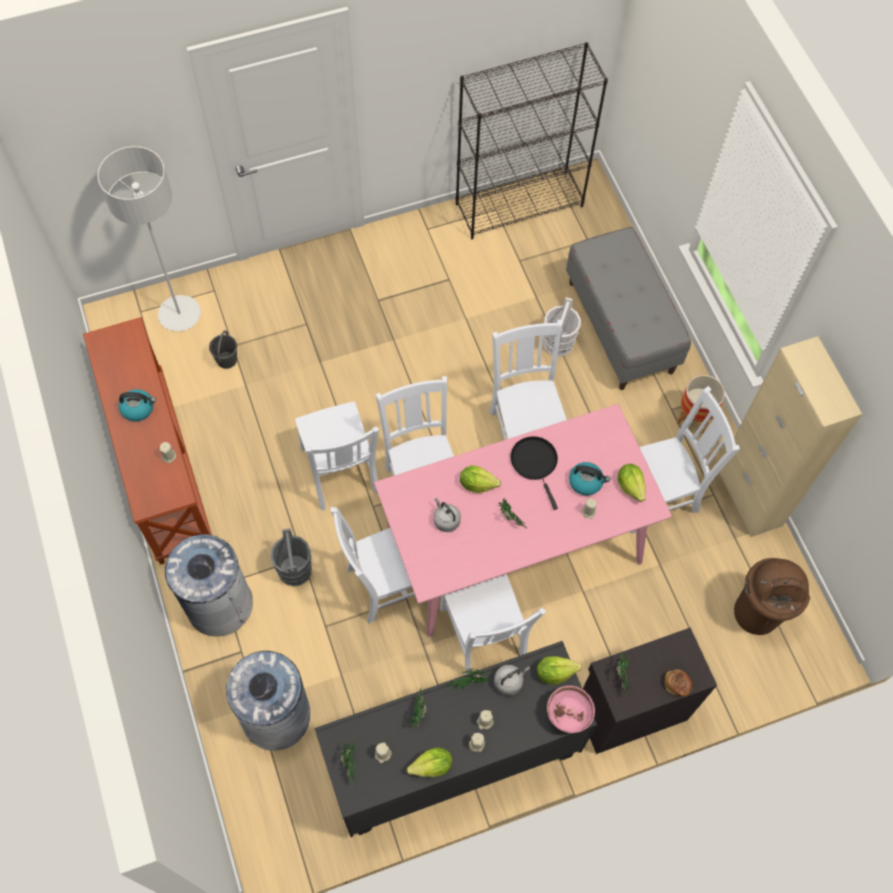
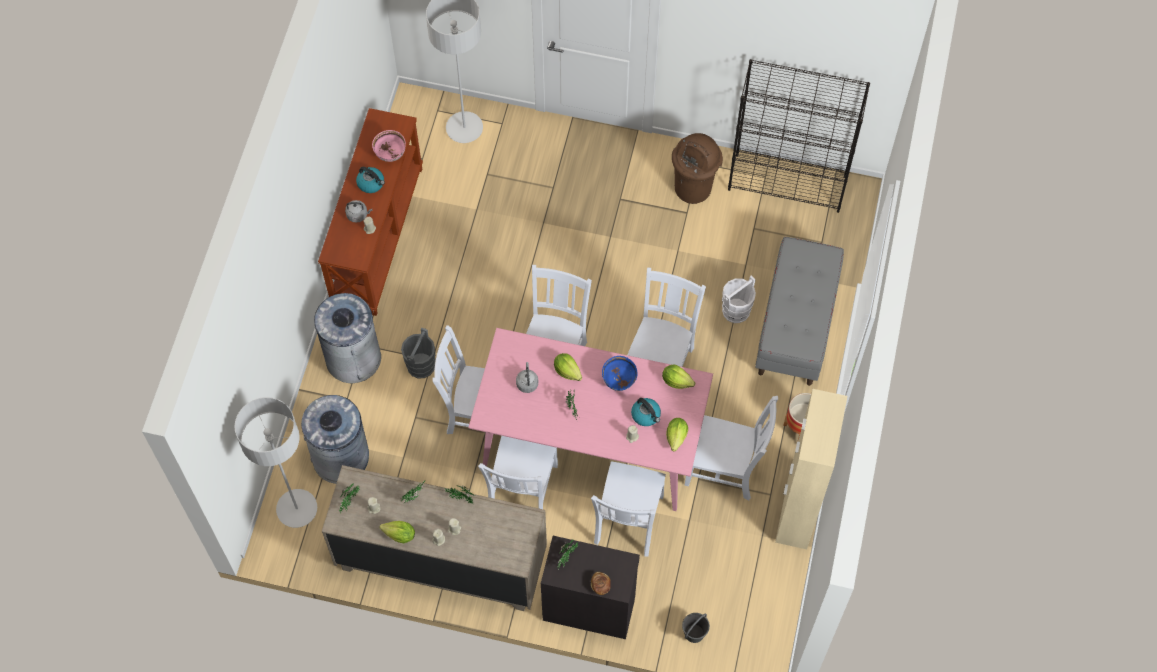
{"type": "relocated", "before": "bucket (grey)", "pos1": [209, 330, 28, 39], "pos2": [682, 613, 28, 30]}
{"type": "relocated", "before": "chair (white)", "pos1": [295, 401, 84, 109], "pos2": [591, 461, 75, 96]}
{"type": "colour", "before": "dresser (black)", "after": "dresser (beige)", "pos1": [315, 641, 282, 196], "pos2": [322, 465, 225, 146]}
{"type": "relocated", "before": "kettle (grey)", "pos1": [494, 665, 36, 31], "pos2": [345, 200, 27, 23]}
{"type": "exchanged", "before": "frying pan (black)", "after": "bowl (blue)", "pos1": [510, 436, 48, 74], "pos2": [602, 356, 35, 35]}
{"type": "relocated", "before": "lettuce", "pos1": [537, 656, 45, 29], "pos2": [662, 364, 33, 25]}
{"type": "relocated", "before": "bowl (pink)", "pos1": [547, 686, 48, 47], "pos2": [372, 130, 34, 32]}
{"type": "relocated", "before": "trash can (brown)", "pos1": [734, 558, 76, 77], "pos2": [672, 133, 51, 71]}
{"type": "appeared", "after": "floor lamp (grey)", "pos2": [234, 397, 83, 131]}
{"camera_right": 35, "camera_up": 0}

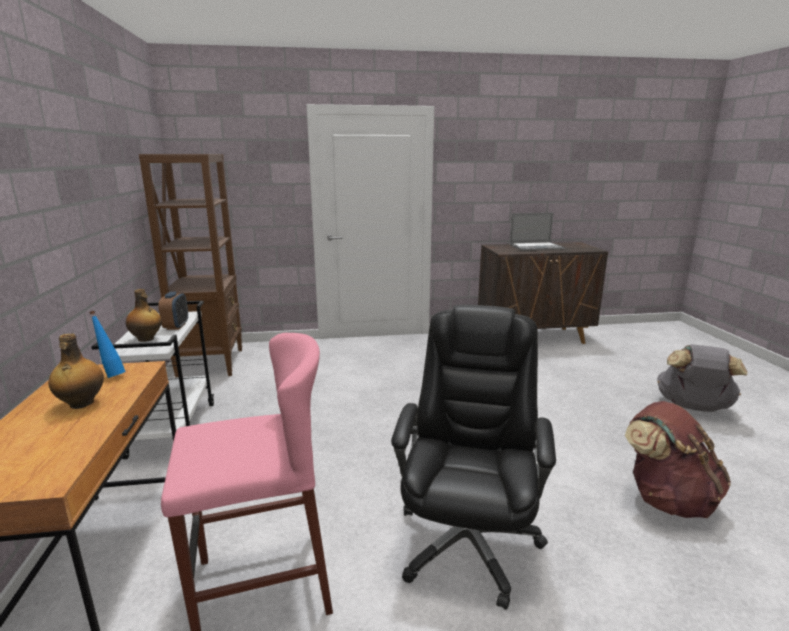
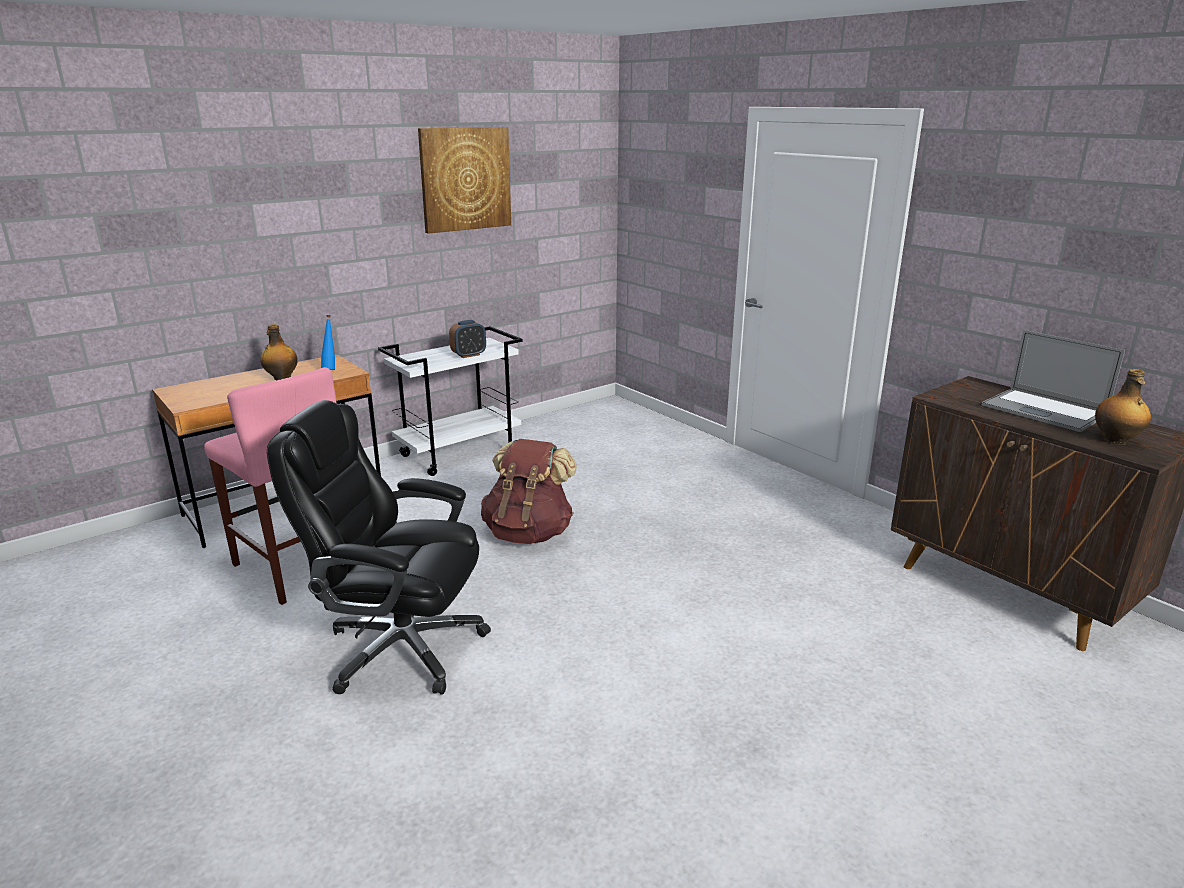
{"type": "relocated", "before": "bottle", "pos1": [126, 289, 36, 53], "pos2": [1095, 369, 56, 76]}
{"type": "missing", "before": "bookcase (brown)", "pos1": [139, 154, 103, 223]}
{"type": "spun", "before": "office chair (black)", "pos1": [391, 304, 165, 306], "pos2": [267, 400, 224, 295], "turn": -150}
{"type": "relocated", "before": "backpack (brown)", "pos1": [625, 401, 106, 117], "pos2": [481, 439, 96, 105]}
{"type": "missing", "before": "backpack (grey)", "pos1": [657, 344, 90, 68]}
{"type": "appeared", "after": "picture", "pos2": [418, 127, 93, 107]}
{"camera_right": 60, "camera_up": 5}

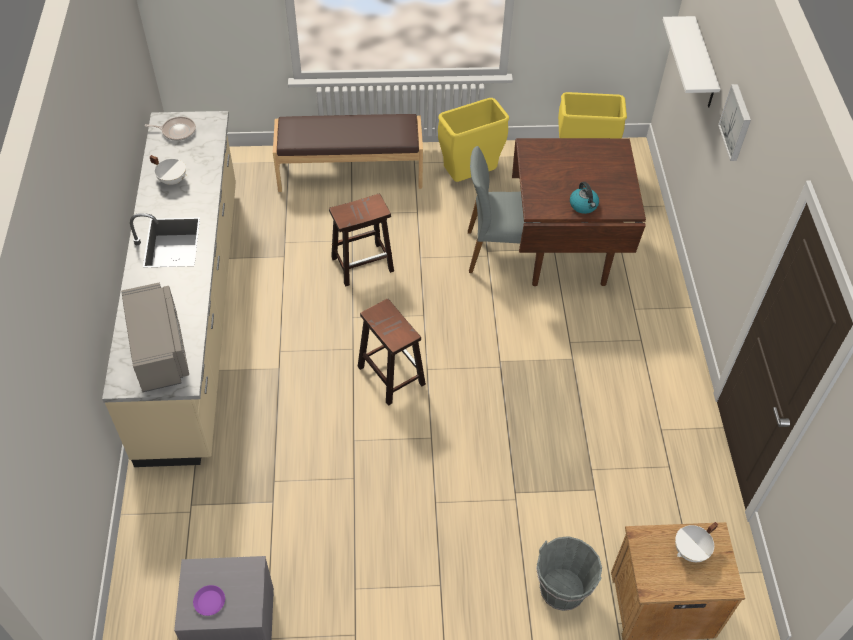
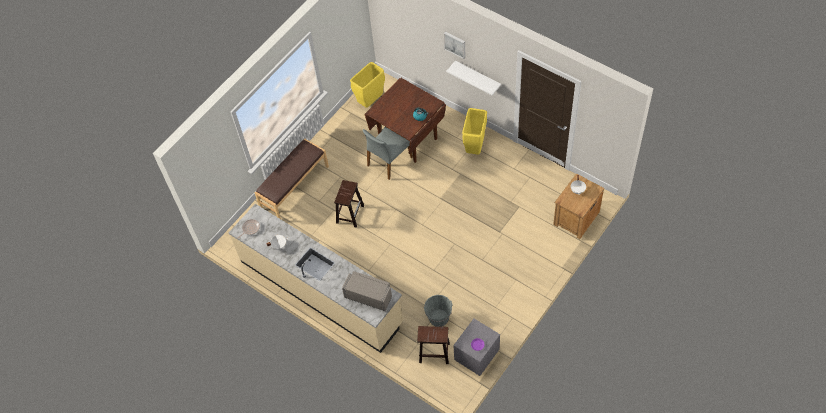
{"type": "relocated", "before": "stool (brown)", "pos1": [358, 299, 68, 107], "pos2": [417, 326, 33, 38]}
{"type": "relocated", "before": "trash can (yellow)", "pos1": [438, 98, 71, 84], "pos2": [462, 108, 25, 47]}
{"type": "relocated", "before": "bucket (grey)", "pos1": [536, 536, 66, 75], "pos2": [424, 295, 29, 32]}
{"type": "relocated", "before": "shelf (white)", "pos1": [663, 16, 57, 91], "pos2": [446, 61, 55, 34]}
{"camera_right": -45, "camera_up": 5}

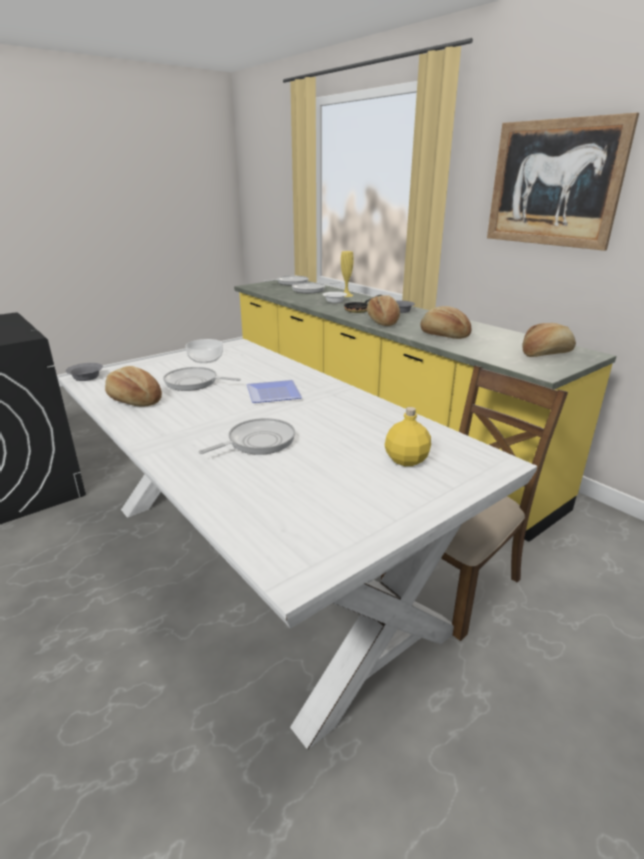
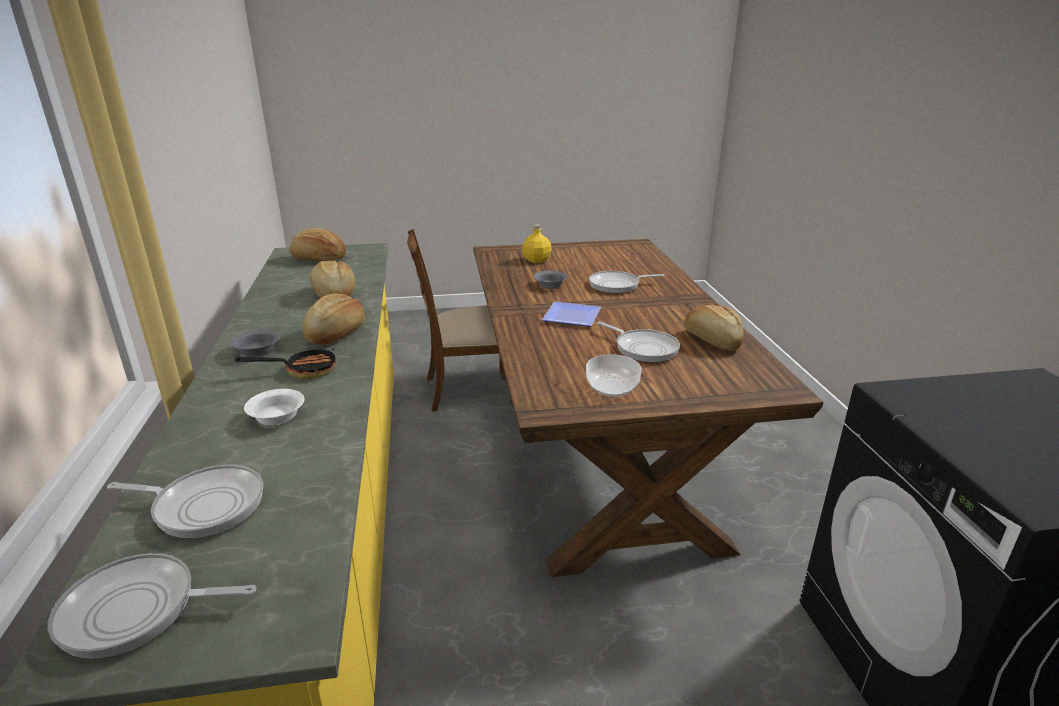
{"type": "colour", "before": "dining table (white)", "after": "dining table (brown)", "pos1": [58, 339, 479, 410], "pos2": [473, 239, 351, 338]}
{"type": "relocated", "before": "bowl (grey)", "pos1": [66, 363, 37, 18], "pos2": [534, 271, 34, 18]}
{"type": "missing", "before": "vase (yellow)", "pos1": [341, 251, 13, 46]}
{"type": "missing", "before": "picture", "pos1": [487, 113, 152, 138]}
{"camera_right": -150, "camera_up": 0}

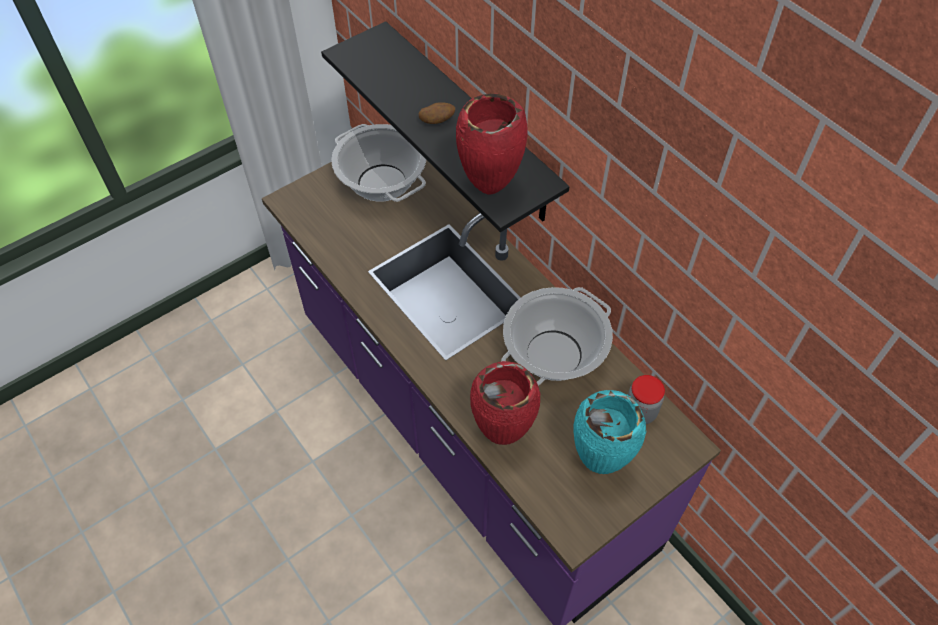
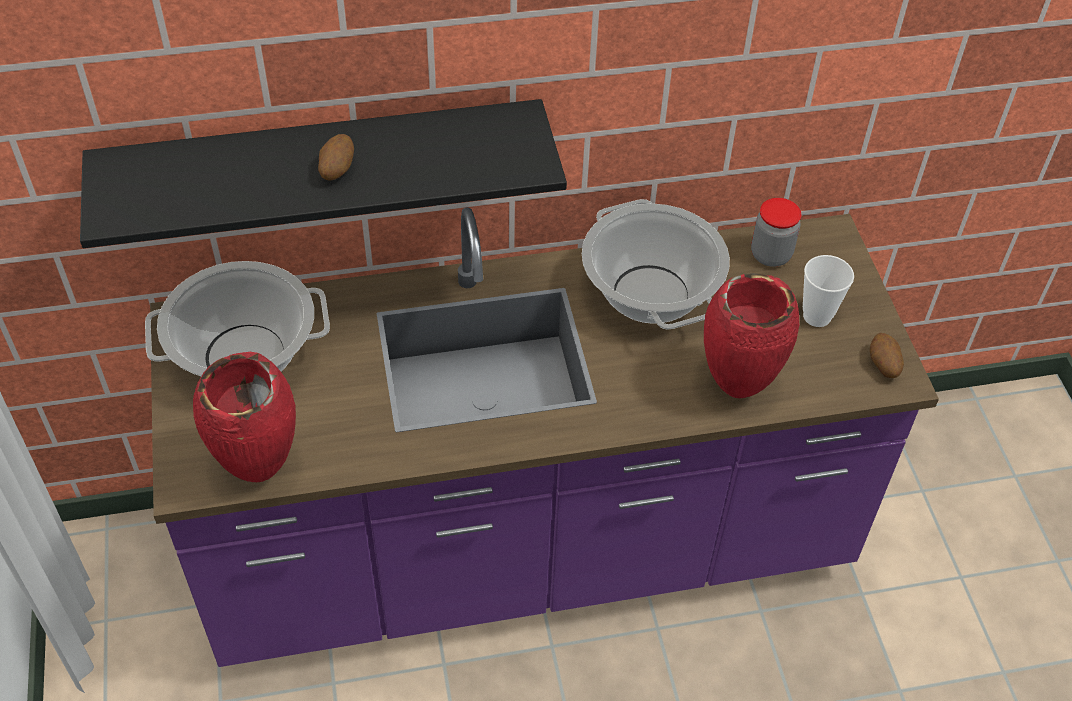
{"type": "relocated", "before": "vase (red)", "pos1": [456, 94, 72, 101], "pos2": [193, 352, 103, 130]}
{"type": "exchanged", "before": "vase (turquoise)", "after": "cup", "pos1": [573, 390, 73, 84], "pos2": [803, 255, 51, 72]}
{"type": "appeared", "after": "potato", "pos2": [870, 333, 34, 45]}
{"camera_right": -65, "camera_up": -5}

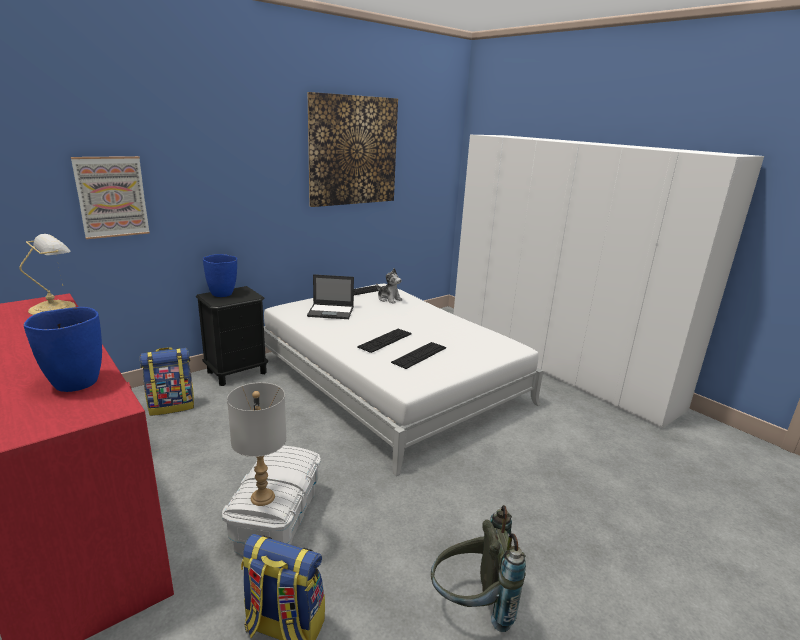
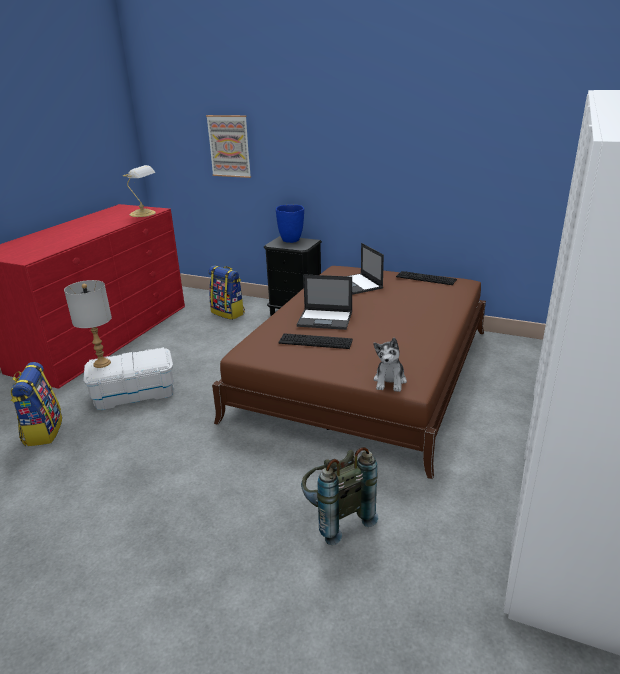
{"type": "missing", "before": "vase (blue)", "pos1": [24, 307, 78, 85]}
{"type": "colour", "before": "bed (white)", "after": "bed (brown)", "pos1": [264, 284, 279, 192], "pos2": [212, 266, 274, 213]}
{"type": "missing", "before": "picture", "pos1": [307, 92, 91, 115]}
{"type": "exchanged", "before": "keyboard", "after": "laptop", "pos1": [357, 329, 55, 24], "pos2": [296, 274, 56, 56]}
{"type": "relocated", "before": "plush toy", "pos1": [377, 268, 25, 36], "pos2": [374, 337, 33, 55]}
{"type": "relocated", "before": "backpack (grey)", "pos1": [431, 505, 95, 127], "pos2": [301, 447, 78, 98]}
{"camera_right": 65, "camera_up": 5}

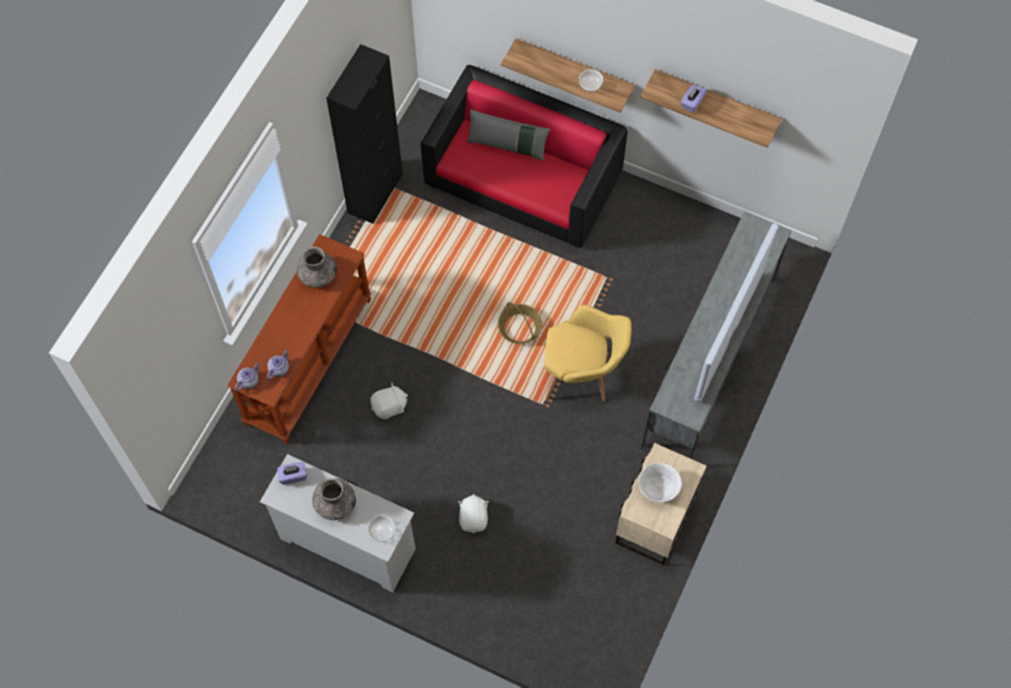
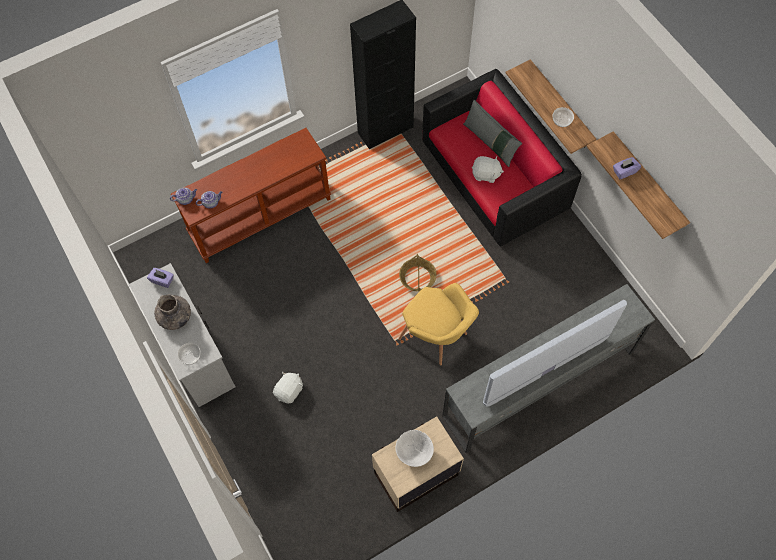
{"type": "missing", "before": "vase (grey)", "pos1": [296, 246, 41, 42]}
{"type": "relocated", "before": "plush toy (white)", "pos1": [370, 383, 38, 36], "pos2": [472, 156, 32, 27]}
{"camera_right": 35, "camera_up": 0}

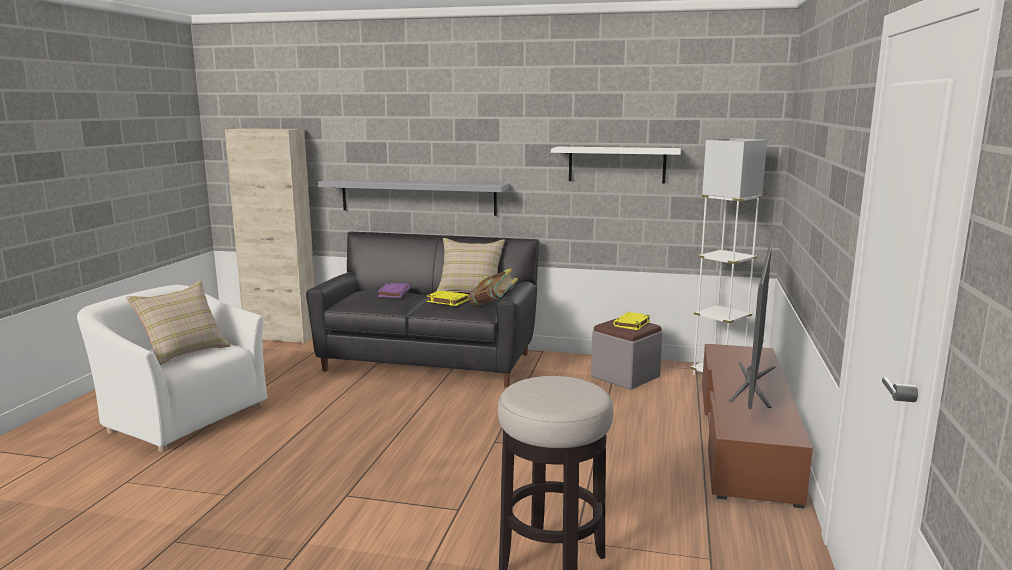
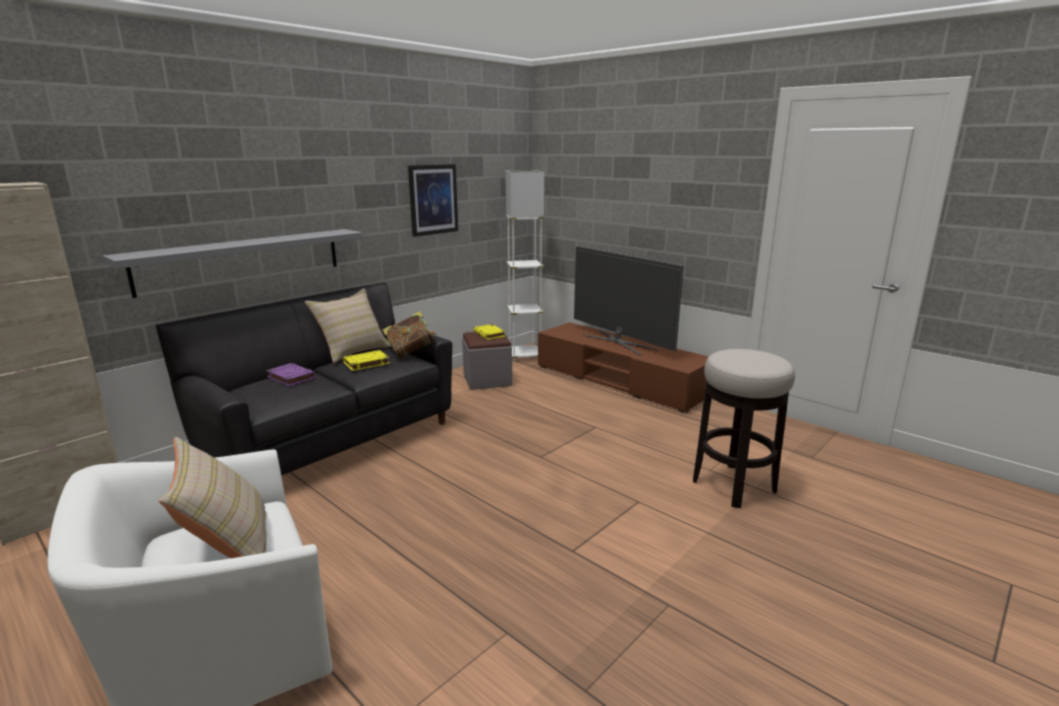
{"type": "exchanged", "before": "shelf (white)", "after": "picture", "pos1": [551, 147, 130, 37], "pos2": [408, 164, 50, 73]}
{"camera_right": -60, "camera_up": 5}

